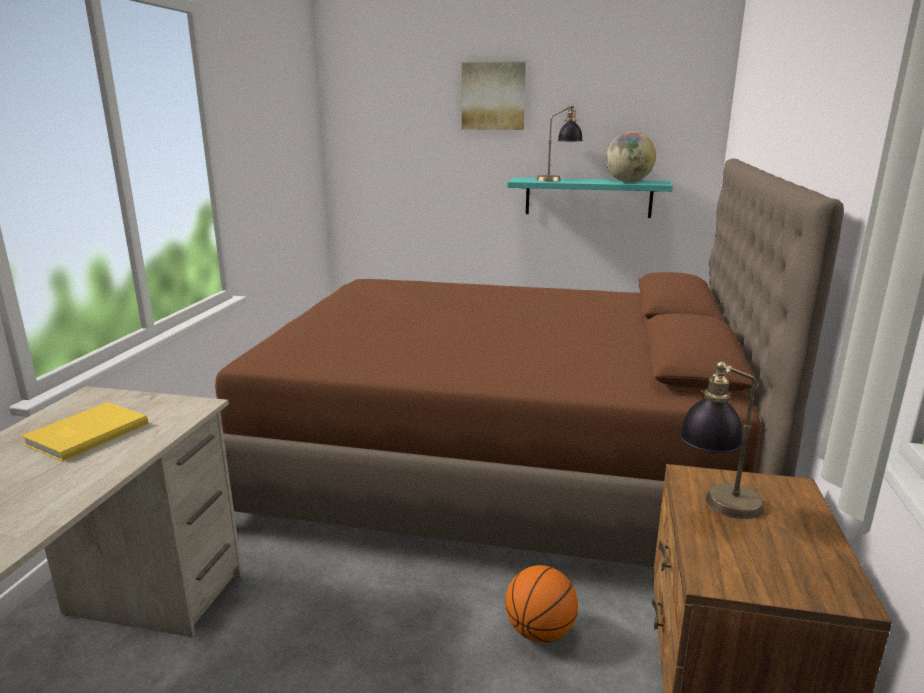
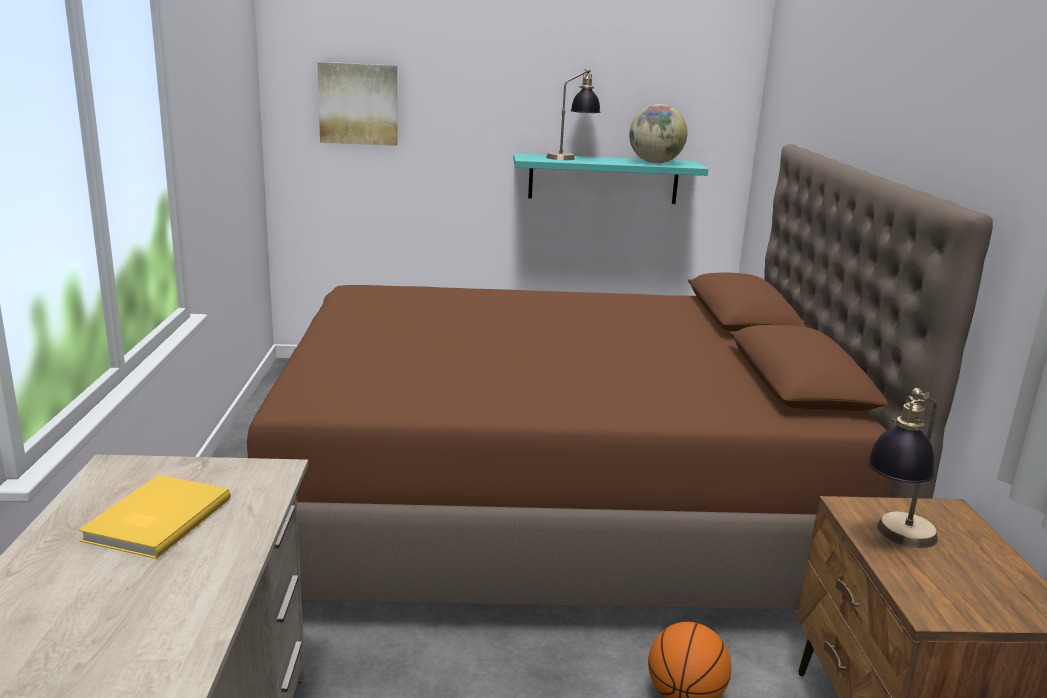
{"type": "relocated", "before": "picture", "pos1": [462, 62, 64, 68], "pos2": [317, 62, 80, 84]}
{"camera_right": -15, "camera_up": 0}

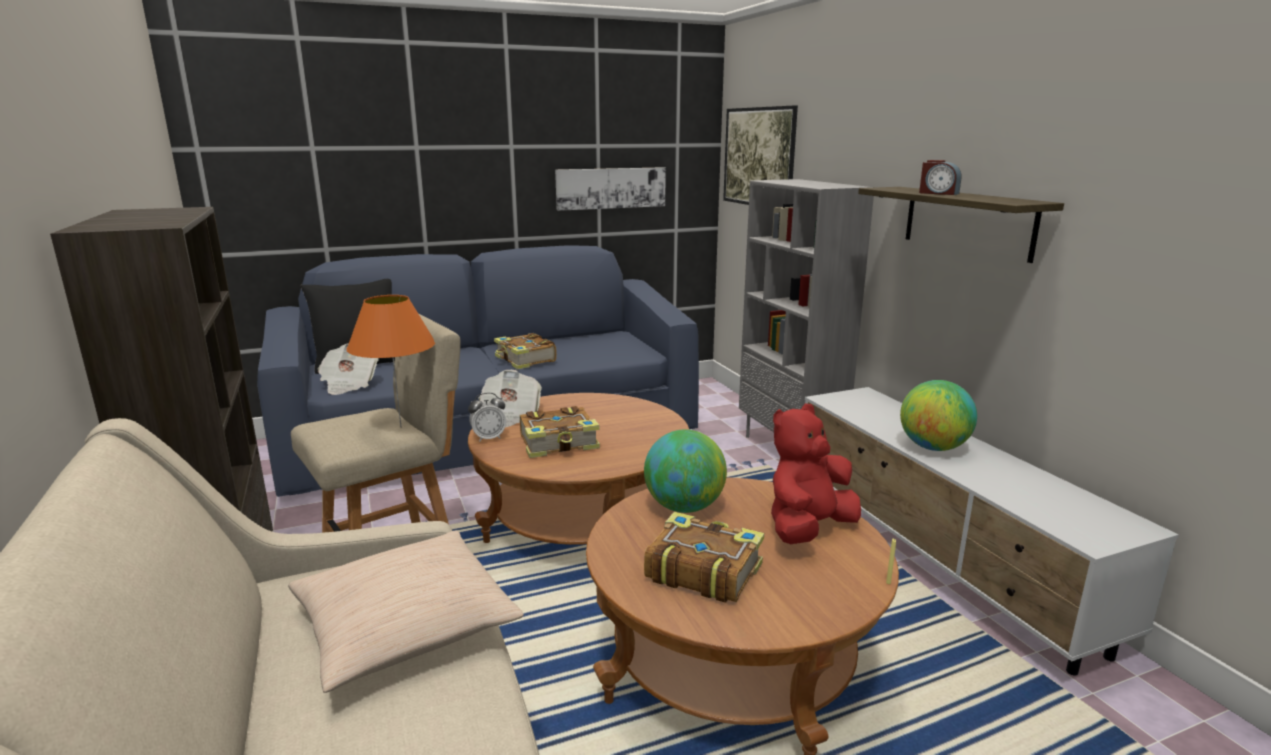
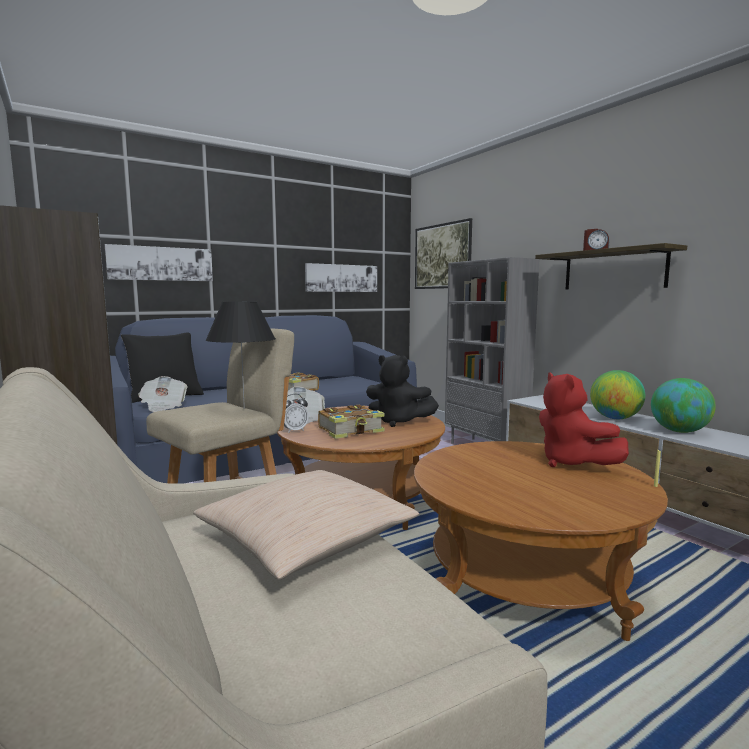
{"type": "colour", "before": "table lamp (orange)", "after": "table lamp (black)", "pos1": [346, 295, 89, 133], "pos2": [206, 302, 70, 107]}
{"type": "relocated", "before": "globe", "pos1": [644, 429, 83, 84], "pos2": [651, 378, 65, 55]}
{"type": "missing", "before": "book", "pos1": [644, 512, 120, 90]}
{"type": "spun", "before": "plush toy (red)", "pos1": [771, 403, 90, 141], "pos2": [539, 372, 90, 95], "turn": -60}
{"type": "appeared", "after": "picture", "pos2": [105, 244, 108, 37]}
{"type": "appeared", "after": "plush toy (black)", "pos2": [366, 355, 73, 72]}
{"camera_right": -10, "camera_up": -10}

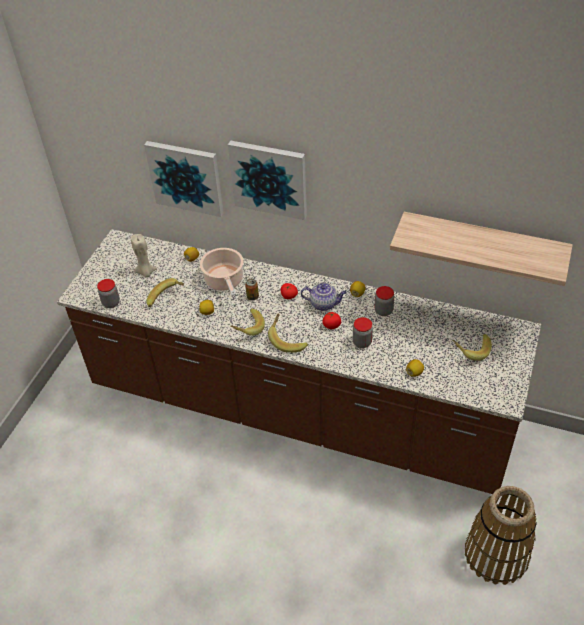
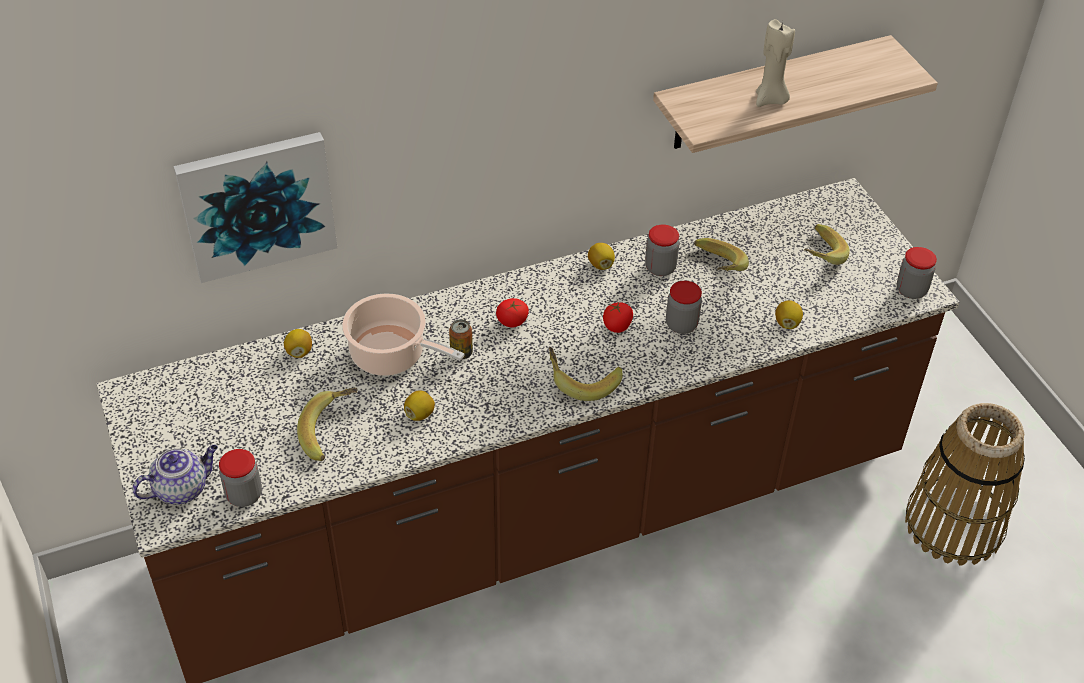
{"type": "relocated", "before": "candle (beige)", "pos1": [131, 234, 26, 43], "pos2": [756, 19, 39, 88]}
{"type": "missing", "before": "picture", "pos1": [228, 141, 79, 79]}
{"type": "relocated", "before": "banana", "pos1": [231, 309, 34, 27], "pos2": [694, 238, 55, 33]}
{"type": "relocated", "before": "teapot", "pos1": [301, 282, 46, 29], "pos2": [133, 445, 85, 59]}
{"type": "appeared", "after": "jar", "pos2": [897, 247, 40, 52]}
{"camera_right": -45, "camera_up": 0}

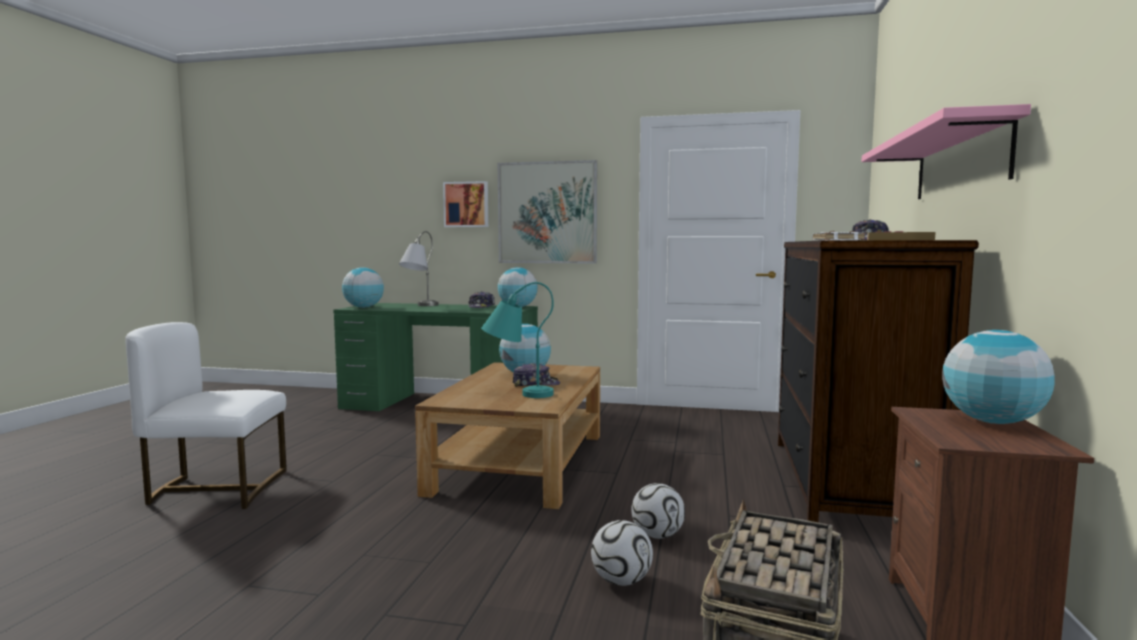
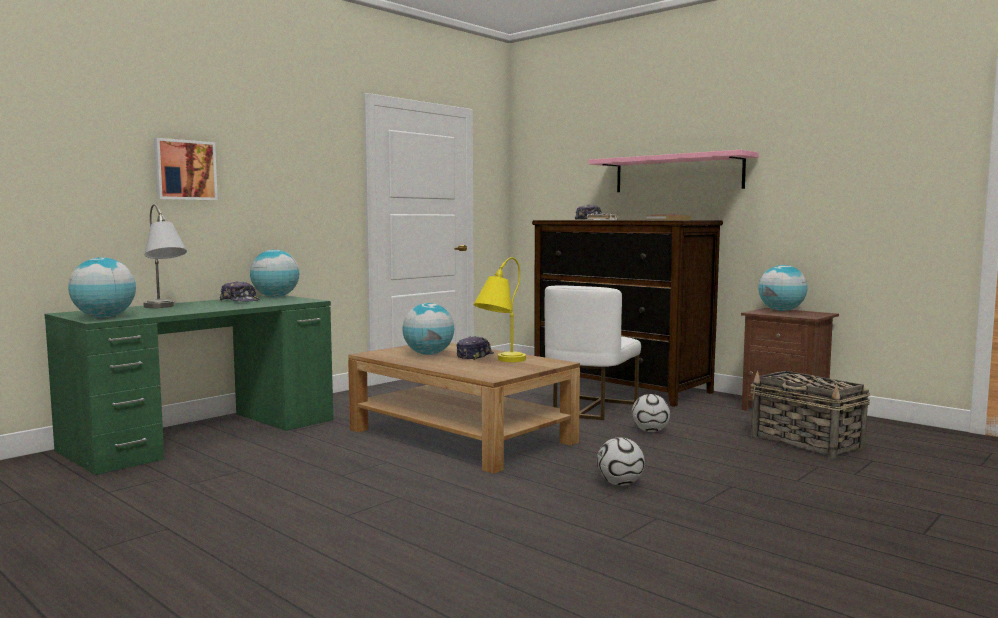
{"type": "relocated", "before": "chair (white)", "pos1": [125, 322, 162, 187], "pos2": [545, 285, 96, 135]}
{"type": "colour", "before": "table lamp (turquoise)", "after": "table lamp (yellow)", "pos1": [481, 282, 73, 116], "pos2": [473, 257, 53, 105]}
{"type": "missing", "before": "picture", "pos1": [498, 160, 99, 104]}
{"type": "relocated", "before": "football", "pos1": [591, 520, 62, 66], "pos2": [597, 437, 48, 49]}
{"camera_right": -60, "camera_up": 0}

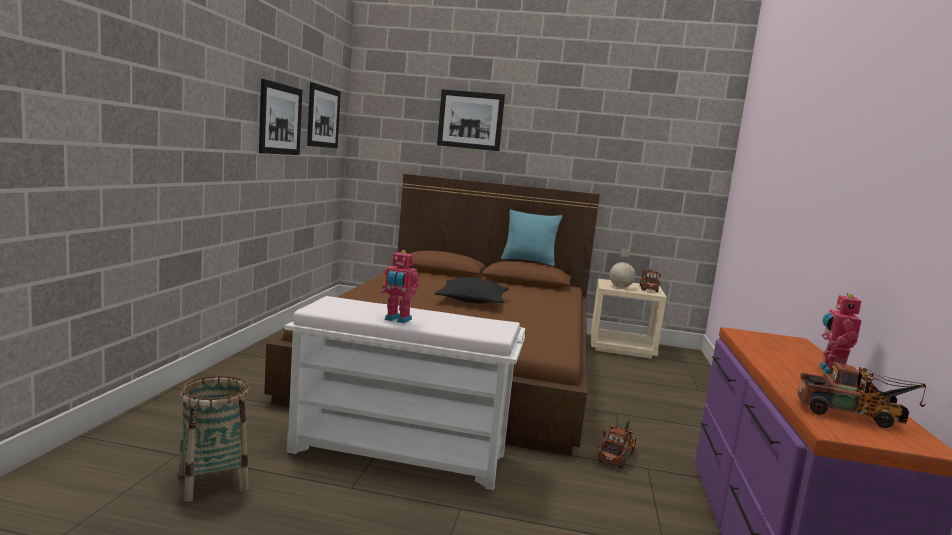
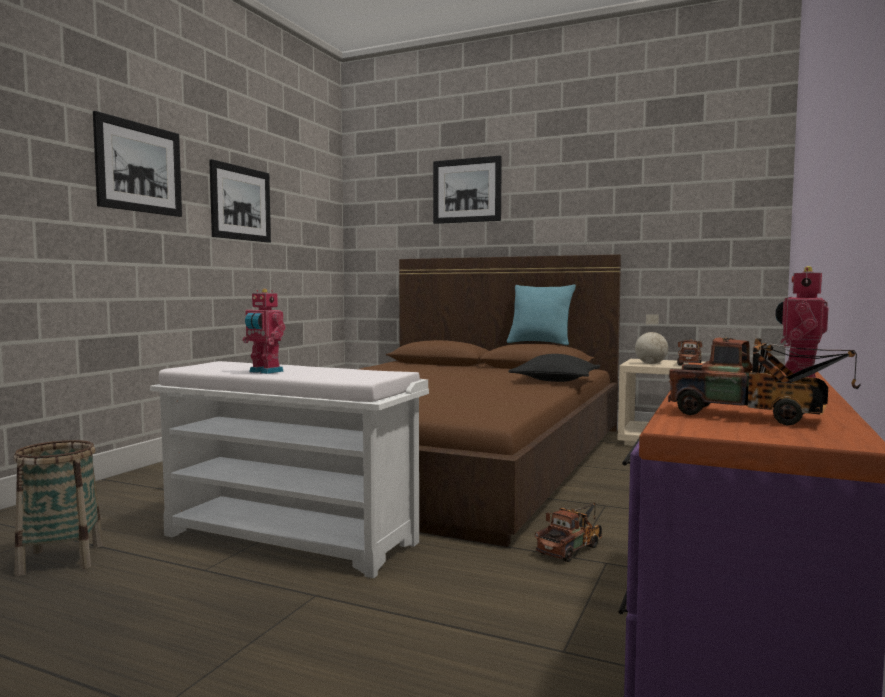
{"type": "relocated", "before": "picture", "pos1": [307, 82, 34, 66], "pos2": [93, 111, 89, 106]}
{"type": "relocated", "before": "pillow (black)", "pos1": [434, 277, 75, 27], "pos2": [508, 354, 92, 28]}
{"camera_right": 15, "camera_up": -5}

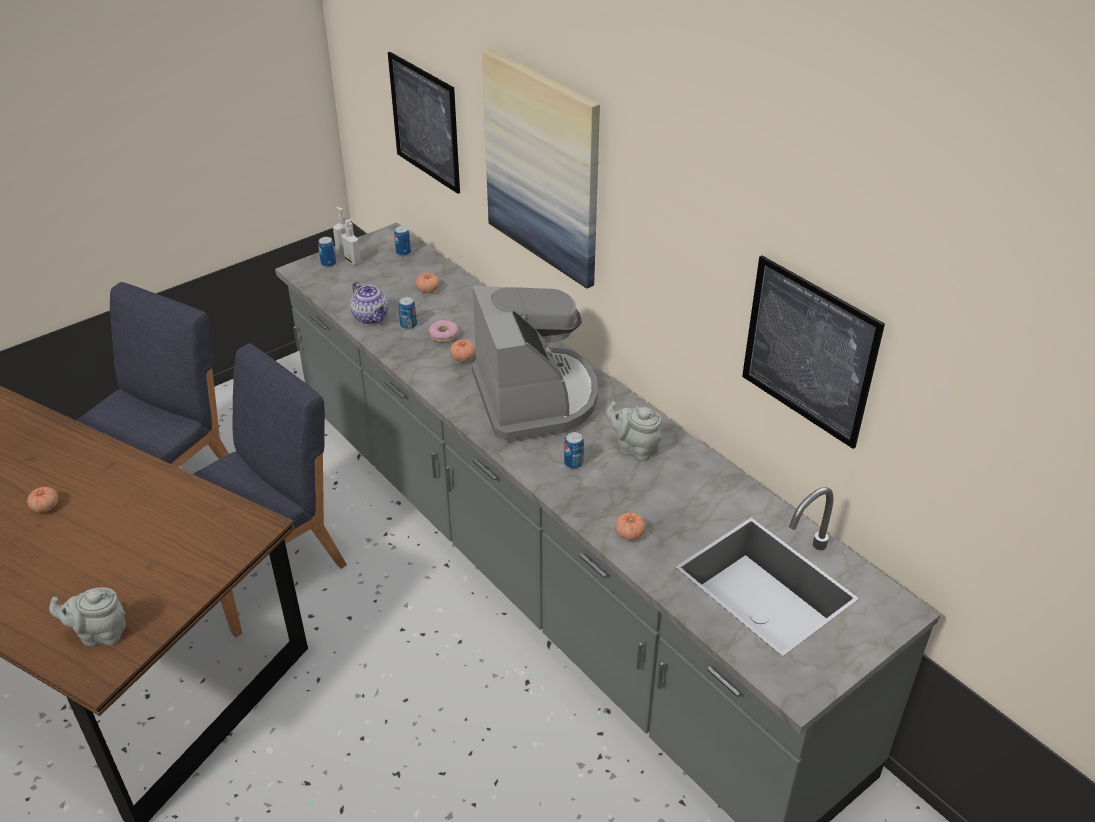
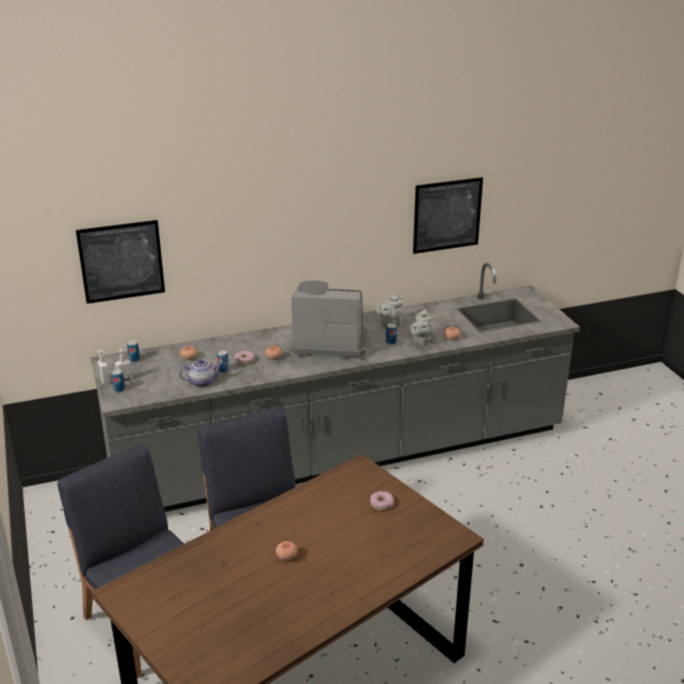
{"type": "relocated", "before": "teapot (grey)", "pos1": [49, 587, 77, 60], "pos2": [410, 309, 23, 37]}
{"type": "missing", "before": "picture", "pos1": [482, 49, 118, 240]}
{"type": "appeared", "after": "donut", "pos2": [370, 491, 24, 19]}
{"camera_right": -70, "camera_up": -10}

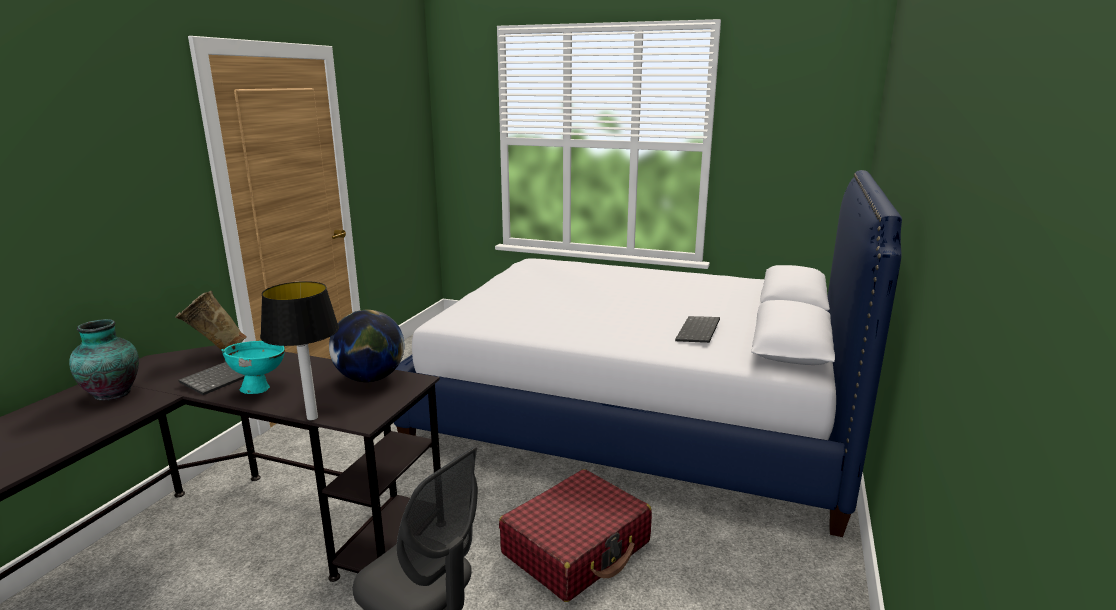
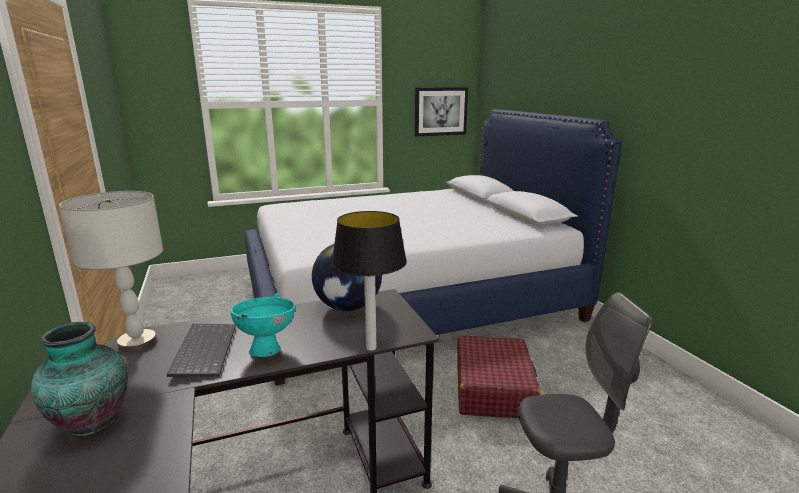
{"type": "exchanged", "before": "vase (beige)", "after": "table lamp (grey)", "pos1": [175, 291, 72, 59], "pos2": [59, 191, 104, 161]}
{"type": "missing", "before": "keyboard", "pos1": [675, 316, 45, 27]}
{"type": "appeared", "after": "picture", "pos2": [415, 87, 53, 50]}
{"camera_right": -40, "camera_up": 0}

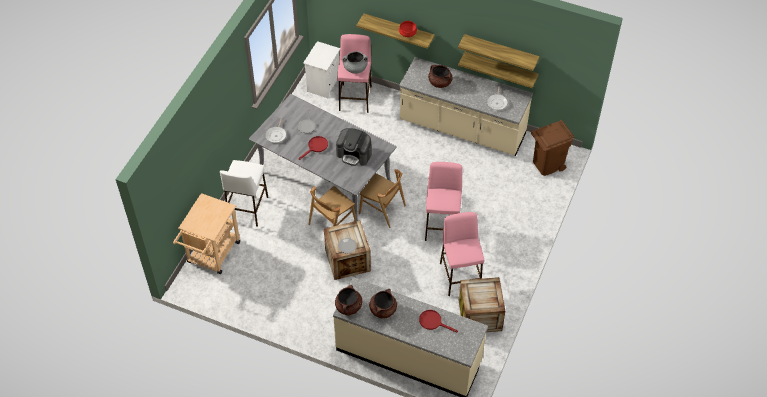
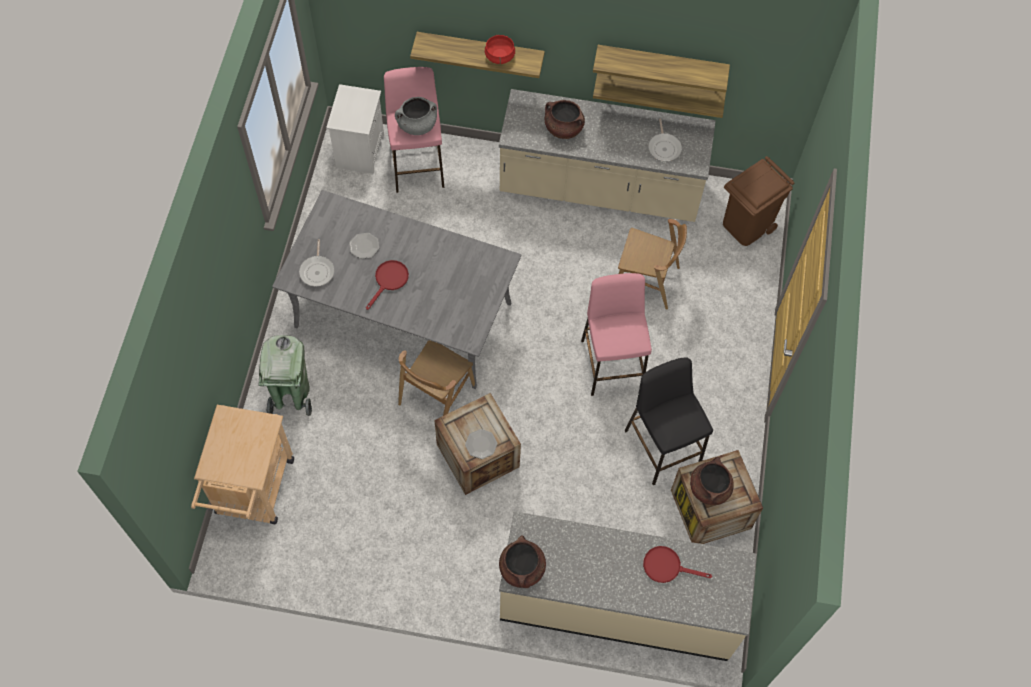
{"type": "exchanged", "before": "stool (white)", "after": "trash can (green)", "pos1": [220, 160, 48, 67], "pos2": [258, 335, 54, 81]}
{"type": "missing", "before": "coffee machine", "pos1": [336, 128, 36, 38]}
{"type": "relocated", "before": "chair (brown)", "pos1": [359, 169, 47, 59], "pos2": [618, 219, 69, 91]}
{"type": "relocated", "before": "cooking pot (brown)", "pos1": [369, 289, 28, 29], "pos2": [690, 457, 44, 48]}
{"type": "colour", "before": "stool (pink)", "after": "stool (black)", "pos1": [440, 212, 44, 84], "pos2": [625, 357, 88, 128]}
{"camera_right": -15, "camera_up": 10}

